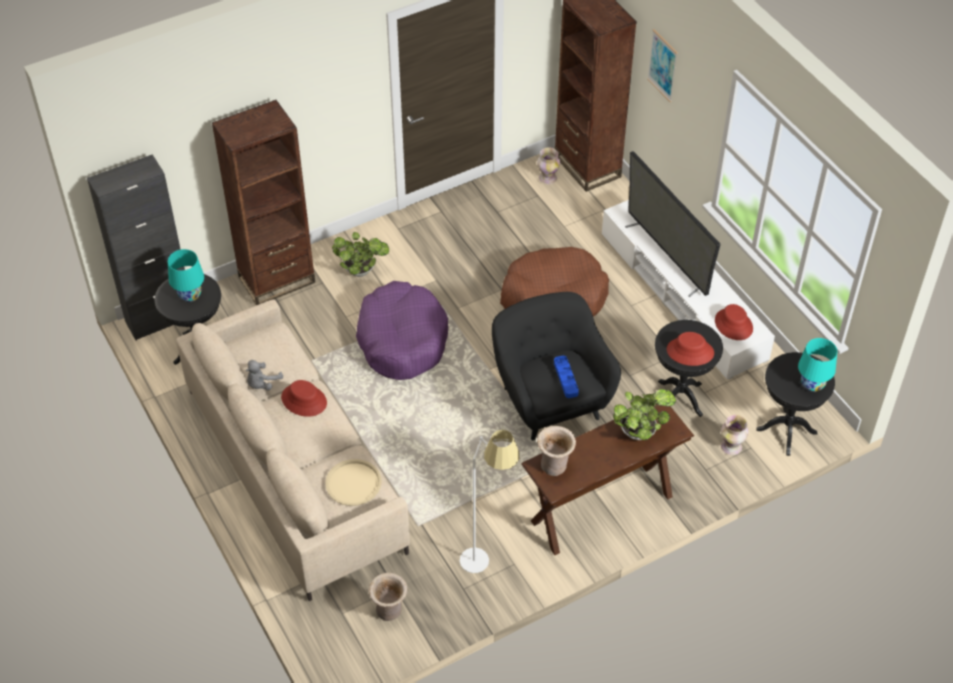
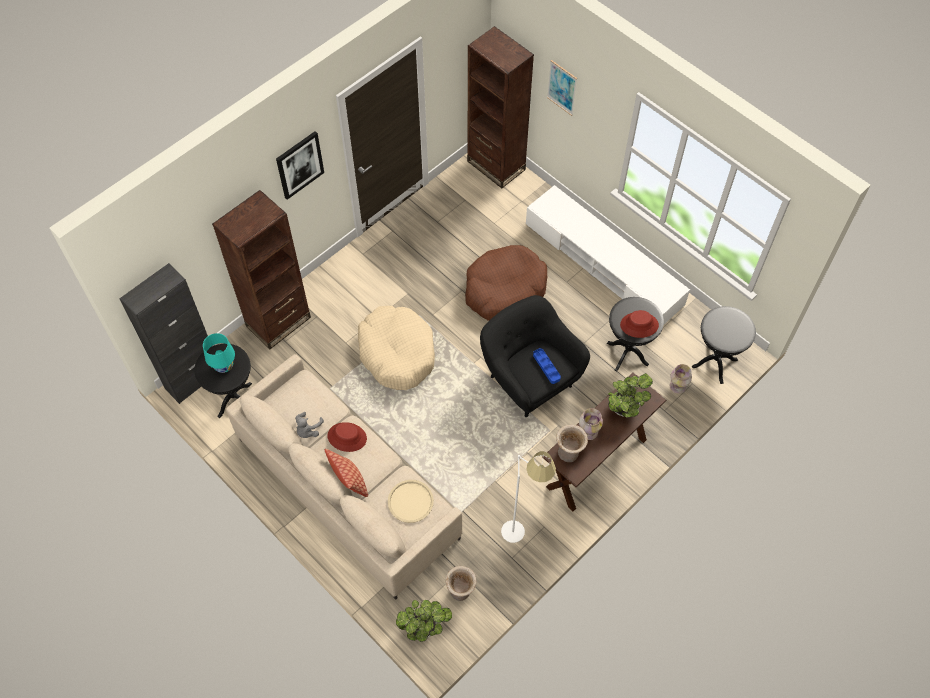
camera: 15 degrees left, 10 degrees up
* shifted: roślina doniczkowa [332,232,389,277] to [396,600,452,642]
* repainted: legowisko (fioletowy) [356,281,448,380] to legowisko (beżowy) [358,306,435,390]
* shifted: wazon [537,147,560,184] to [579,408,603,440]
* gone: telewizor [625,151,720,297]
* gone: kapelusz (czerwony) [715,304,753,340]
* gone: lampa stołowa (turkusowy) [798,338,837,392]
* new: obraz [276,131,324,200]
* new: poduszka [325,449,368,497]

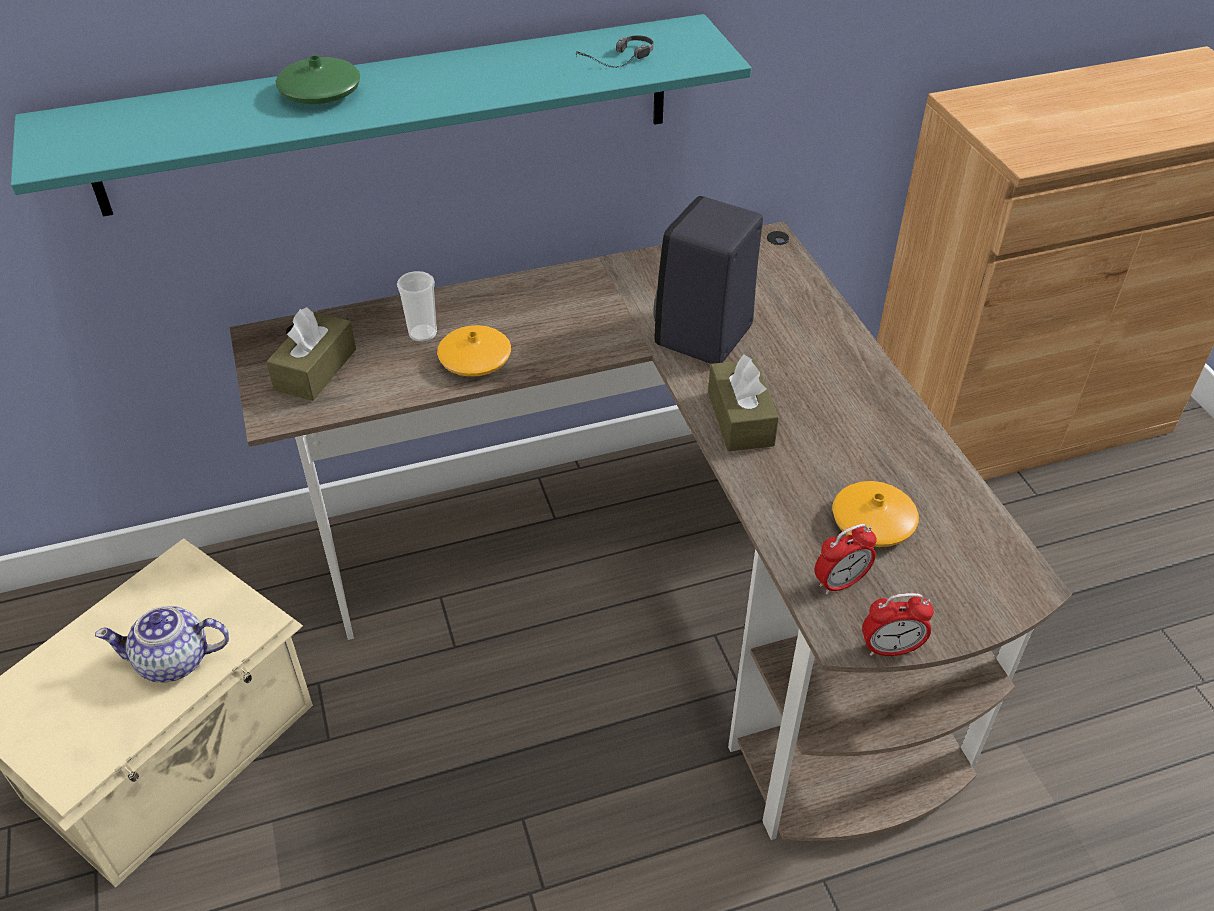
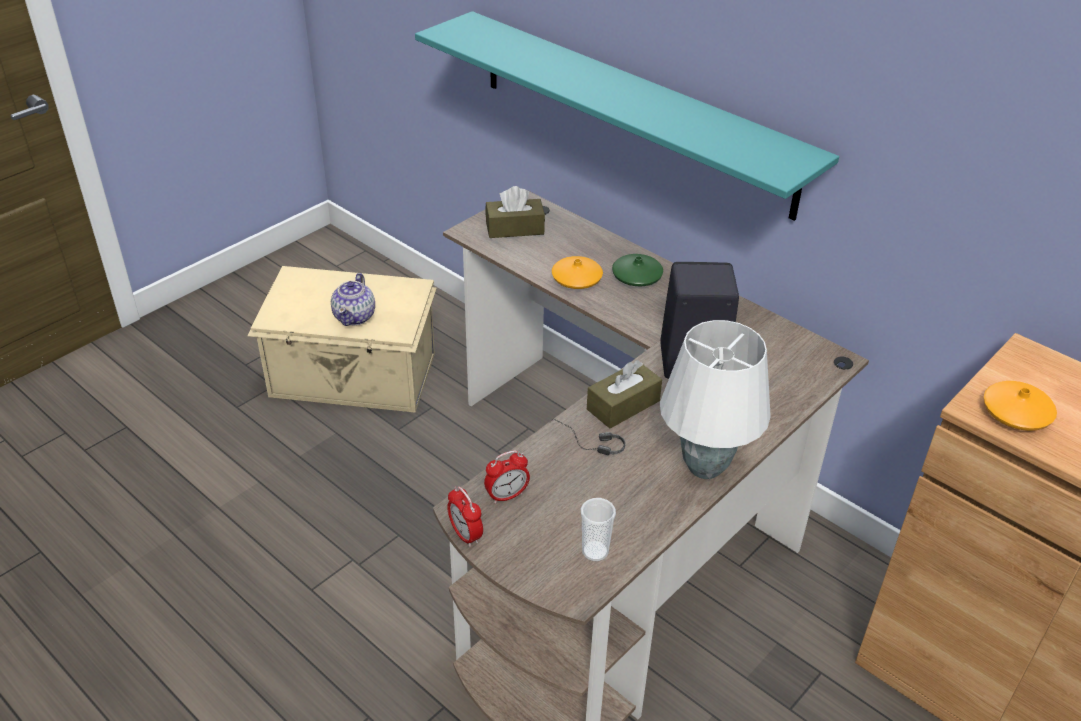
camera: 60 degrees right, 5 degrees down
* rotated: imbryk [95,606,229,683] = [331,273,375,326] 135 degrees counterclockwise
* shifted: wazon (zielony) [275,55,360,104] to [612,254,663,286]
* shifted: filiżanka [397,271,437,342] to [581,498,616,561]
* shifted: słuchawki [576,35,654,68] to [550,419,626,455]
* rotated: budzik [815,524,877,595] = [484,450,530,504] 60 degrees counterclockwise
* shifted: wazon (pomarańczowy) [833,481,919,547] to [984,381,1057,431]
* new: lampa stołowa (biały) [660,320,771,479]

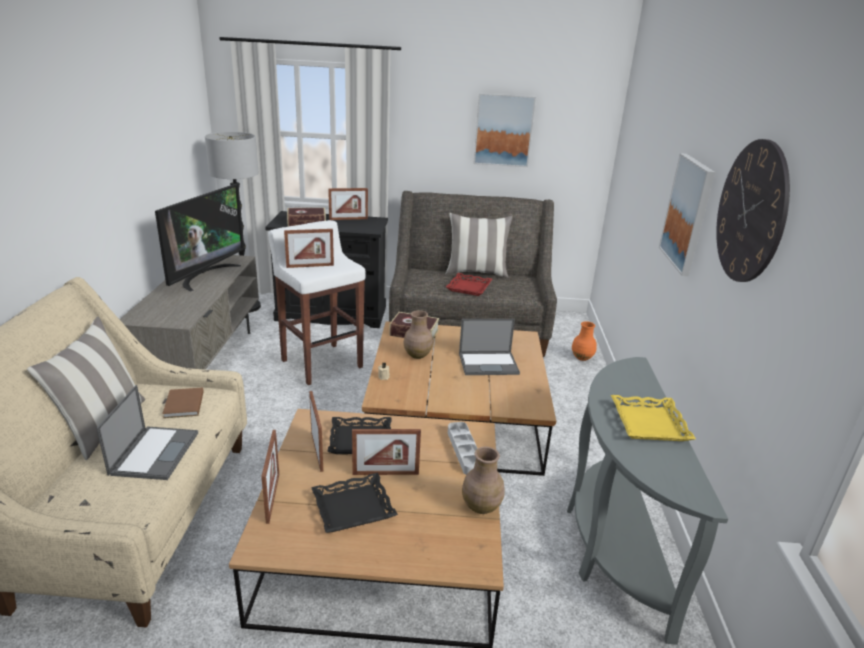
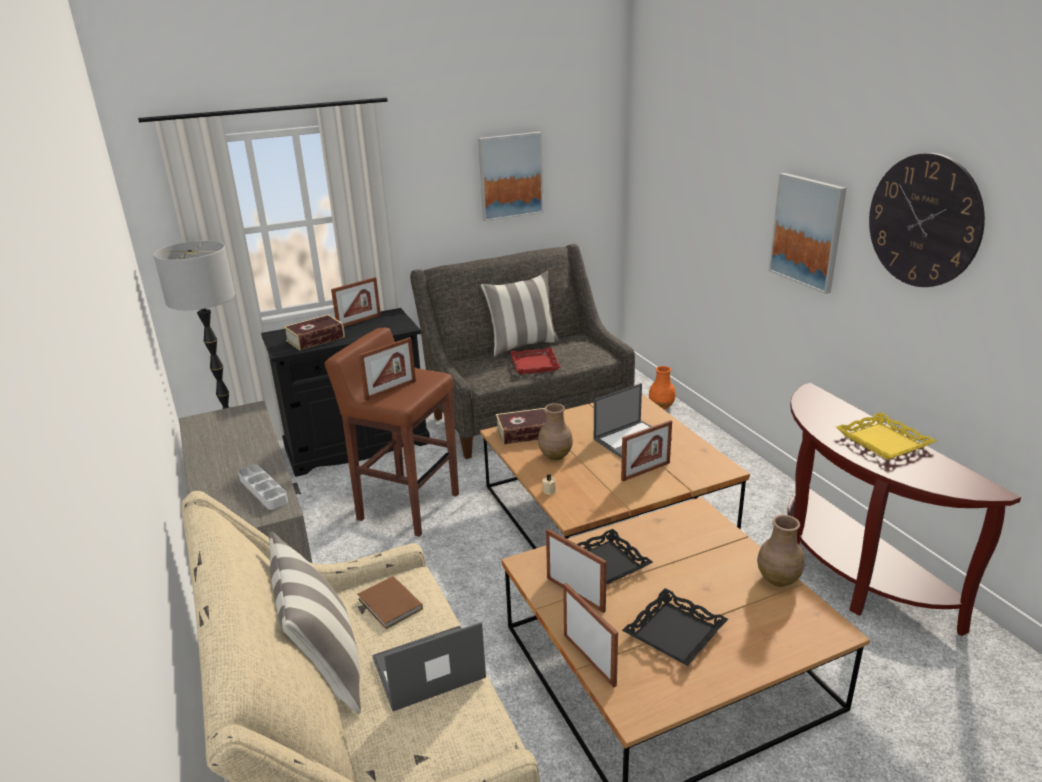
camera: 25 degrees left, 0 degrees up
* rotated: laptop [96,385,198,480] = [372,622,486,711] 90 degrees counterclockwise
* gone: telewizor [155,184,244,292]
* repainted: stołek (biały) [268,220,366,385] to stołek (brązowy) [325,328,459,537]
* shifted: ramka na zdjęcie [352,429,421,475] to [621,420,672,481]
* shifted: taca (szary) [448,422,478,475] to [238,464,288,510]
* repainted: stolik konsolowy (szary) [567,357,728,645] to stolik konsolowy (brązowy) [787,383,1021,636]

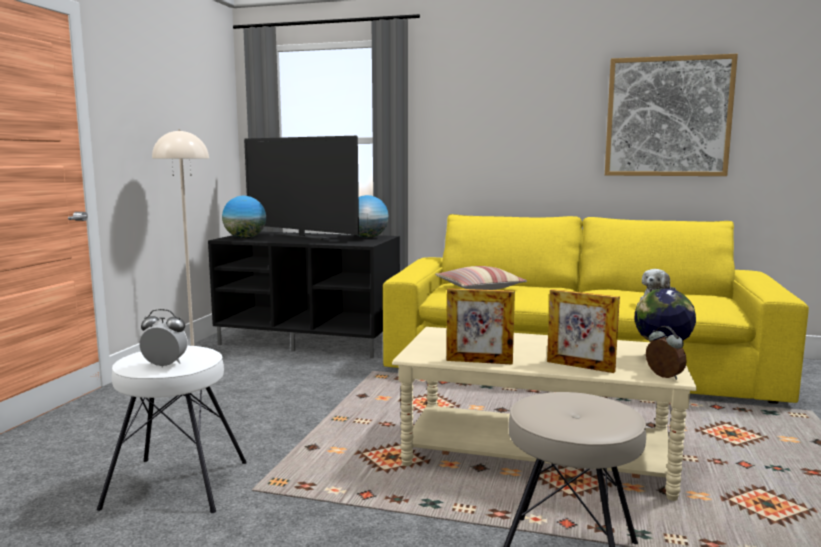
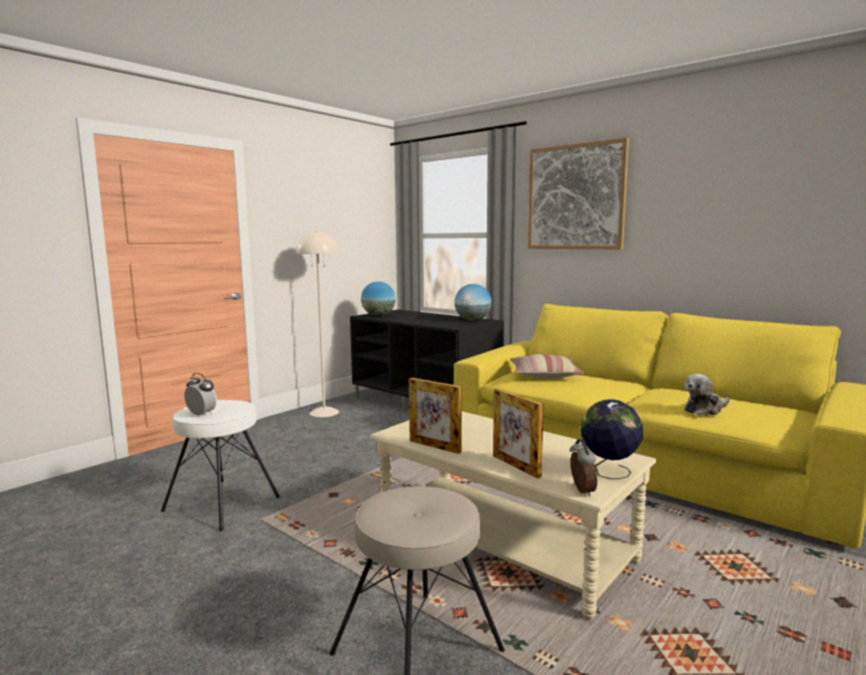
camera: 25 degrees right, 0 degrees up
* gone: telewizor [244,136,359,240]
* shifted: obraz [605,54,738,176] to [528,137,629,249]

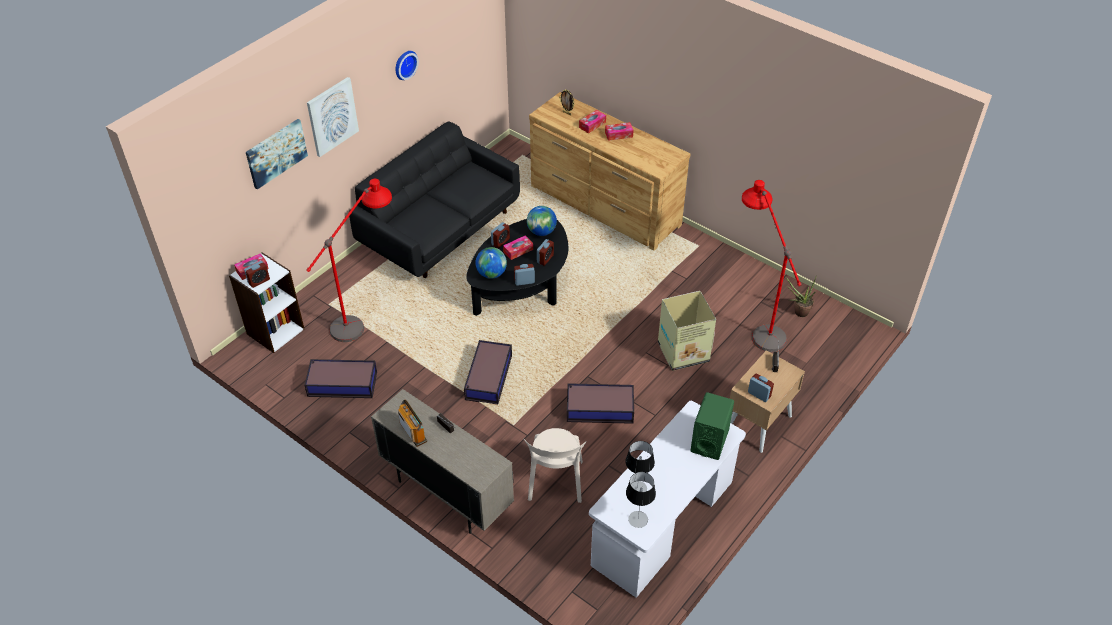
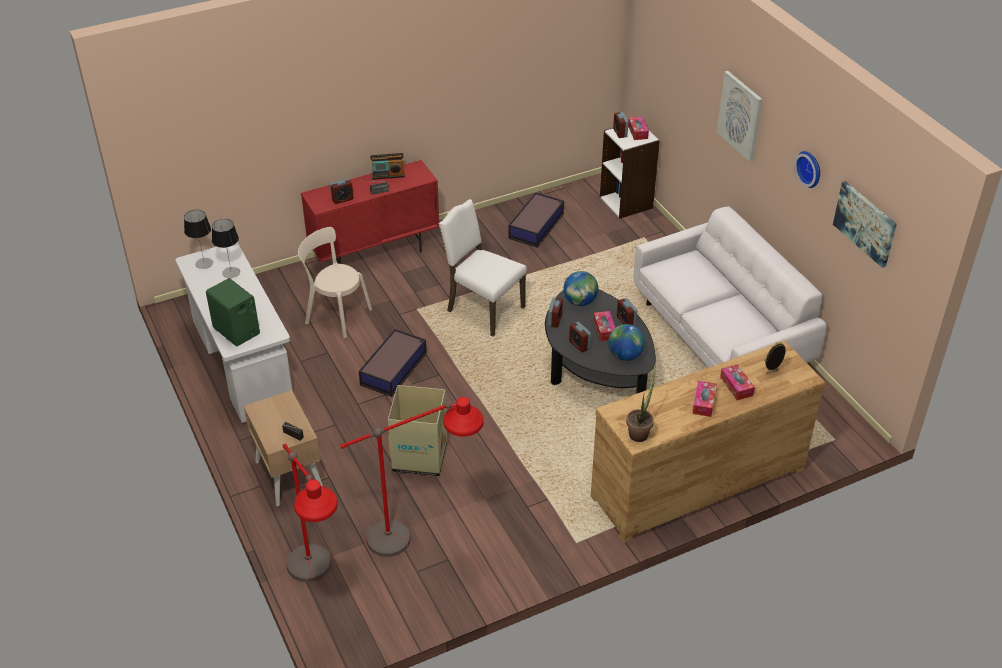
camera: 115 degrees right, 5 degrees down
* shifted: obraz [246,119,308,189] to [833,181,897,268]
* shifted: lampa stojąca (czerwony) [306,179,392,342] to [283,444,338,582]
* repainted: kanapa (czarny) [349,121,520,278] to kanapa (biały) [634,206,827,368]
* repainted: szafka (beżowy) [371,389,514,534] to szafka (czerwony) [301,160,439,264]
* swapped: pojemnik do przechowywania [464,340,512,404] to krzesło (biały) [438,199,527,337]
* shifted: budzik [748,373,774,402] to [330,178,353,204]
* shifted: roślina doniczkowa [786,277,816,317] to [626,365,655,442]

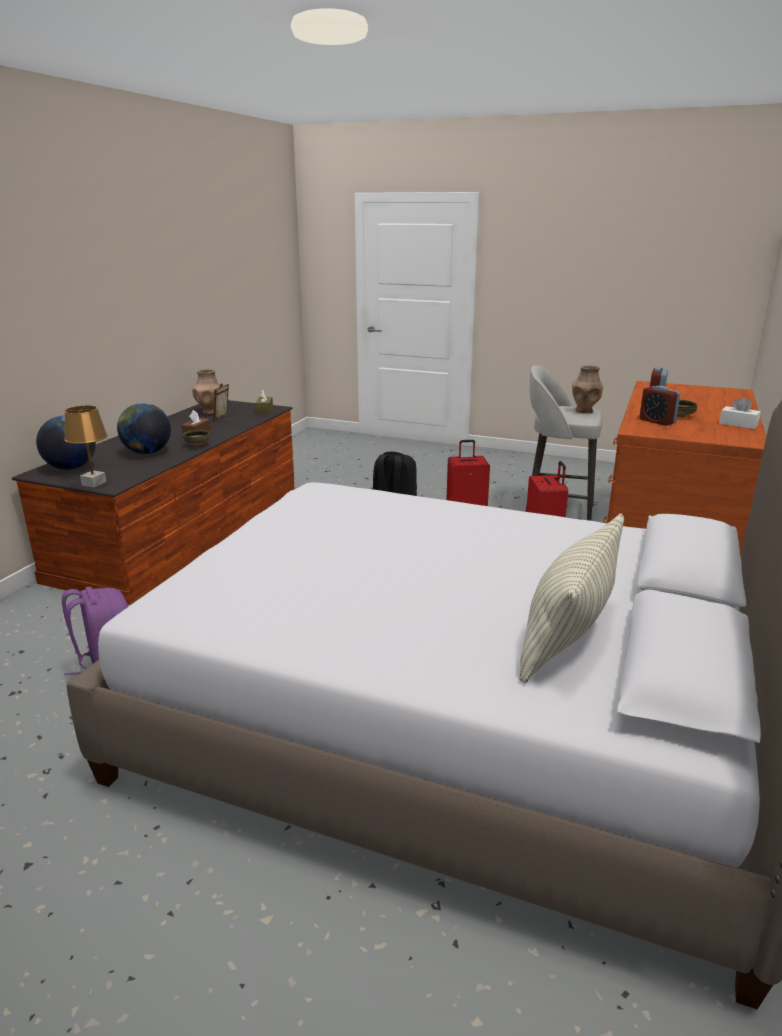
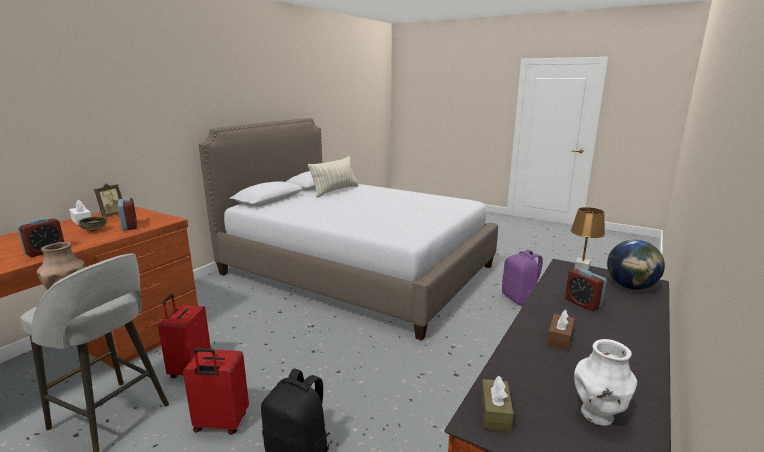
camera: 170 degrees left, 5 degrees down
* swapped: globus [117,403,171,454] to budzik [565,268,607,311]
* gone: miska [183,430,210,447]
* repainted: wazon (brązowy) [192,369,220,415] to wazon (biały) [574,339,637,426]
* shifted: ramka na zdjęcie [213,383,235,421] to [94,183,122,218]

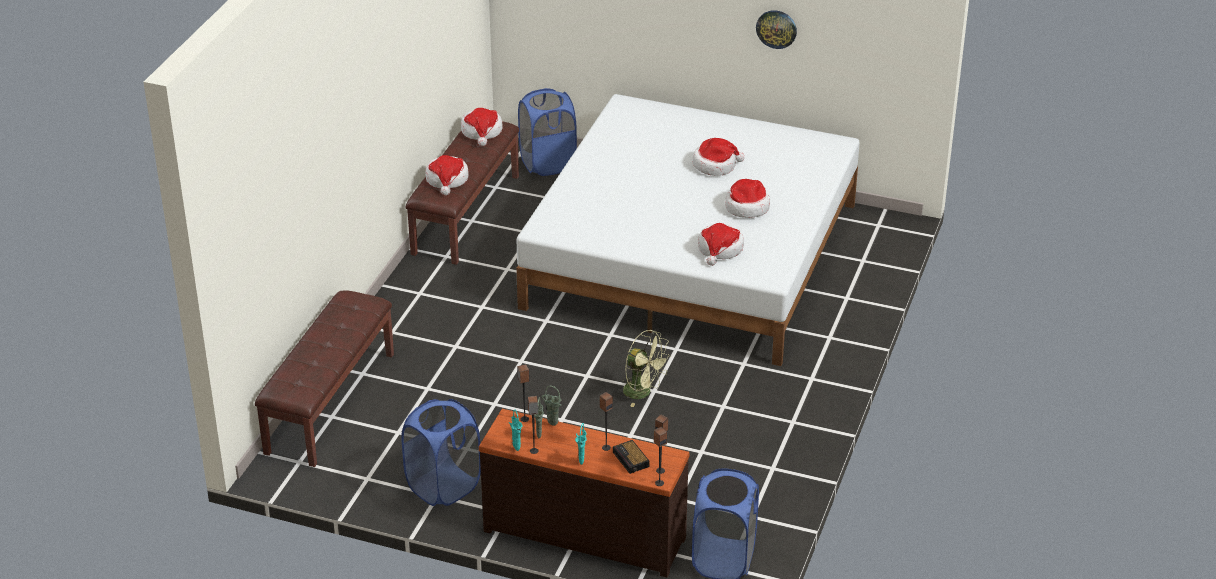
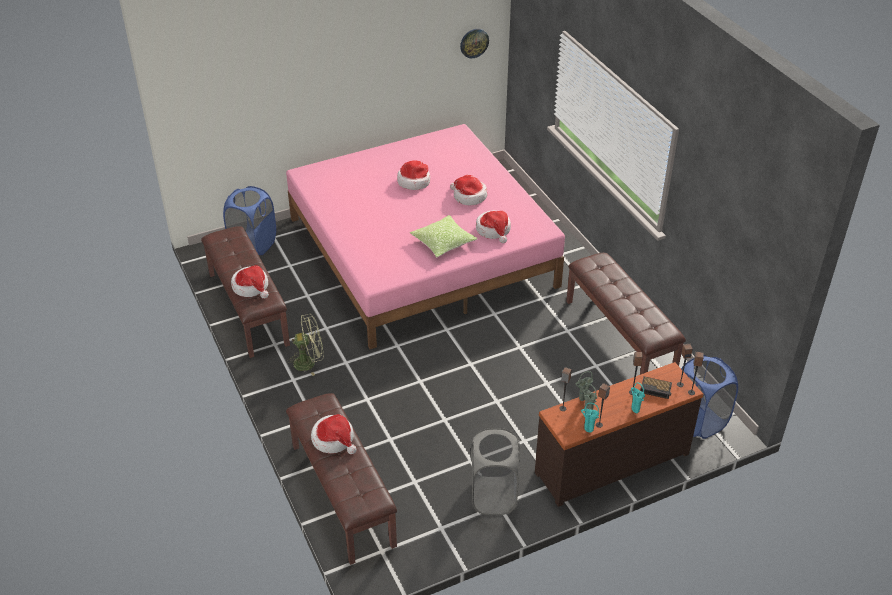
camera: 45 degrees left, 5 degrees up
* repainted: kosz na pranie (niebieski) [402,399,481,506] to kosz na pranie (szary) [471,428,520,515]
* shifted: kapelusz [461,108,503,146] to [311,414,357,454]
* repainted: łóżko (biały) [516,94,860,366] to łóżko (różowy) [286,124,565,349]
* shifted: wentylator (zielony) [622,330,671,407] to [288,314,323,376]
* shifted: zegar ścienny [756,10,797,49] to [460,29,489,58]
* new: poduszka [410,215,477,258]
* new: ławka (brązowy) [566,253,686,375]

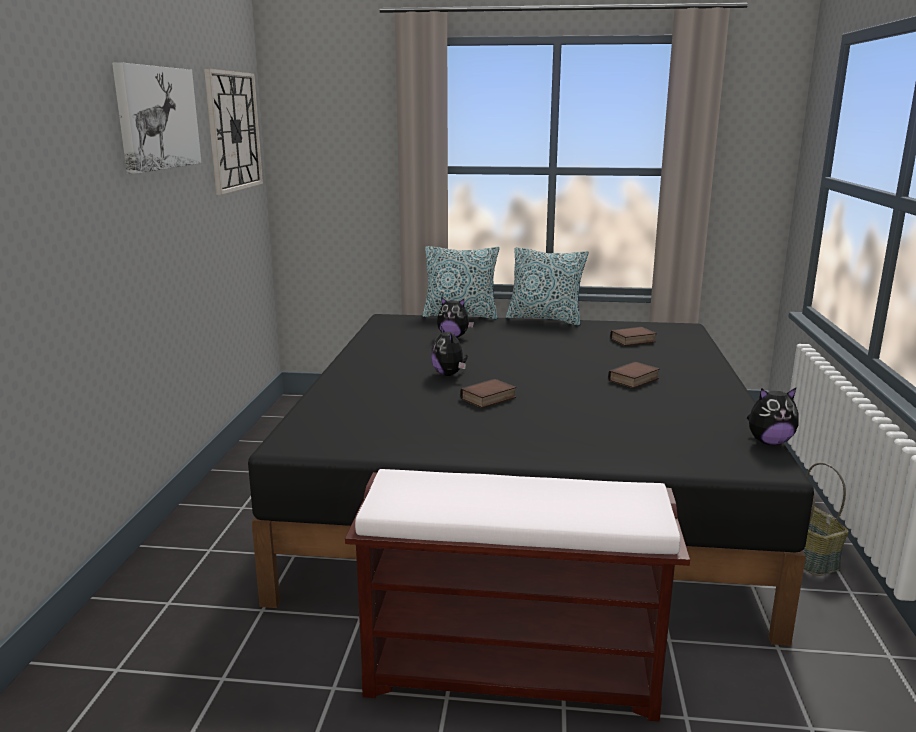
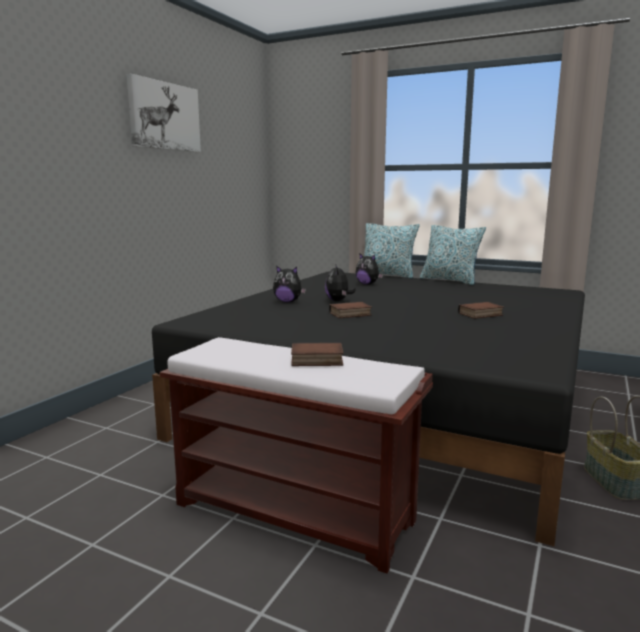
camera: 20 degrees right, 5 degrees down
* gone: zegar ścienny [204,68,263,195]
* shifted: książka [610,327,657,346] to [291,343,344,366]
* shifted: pluszak [747,387,799,445] to [273,266,306,302]

